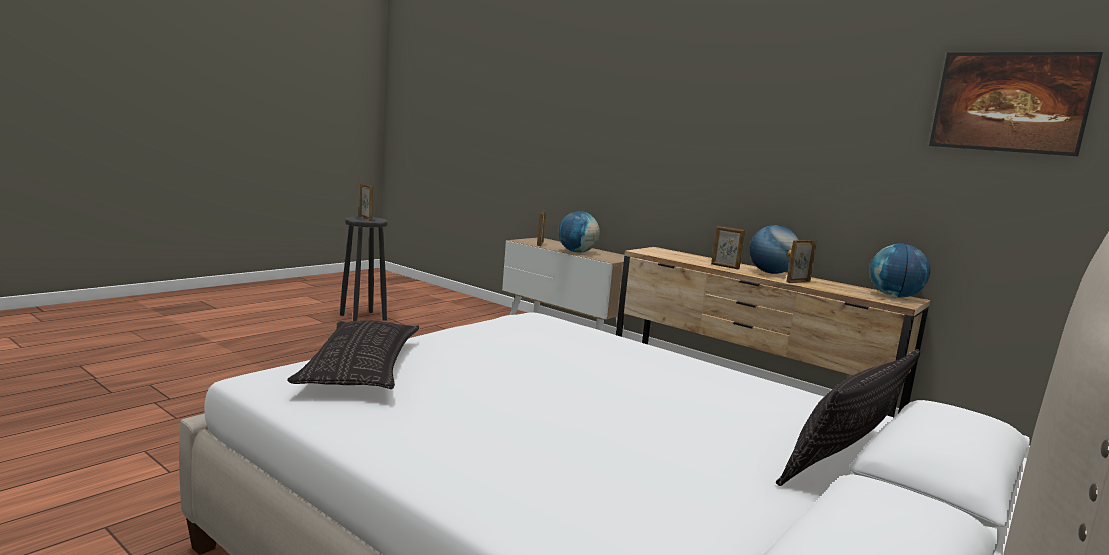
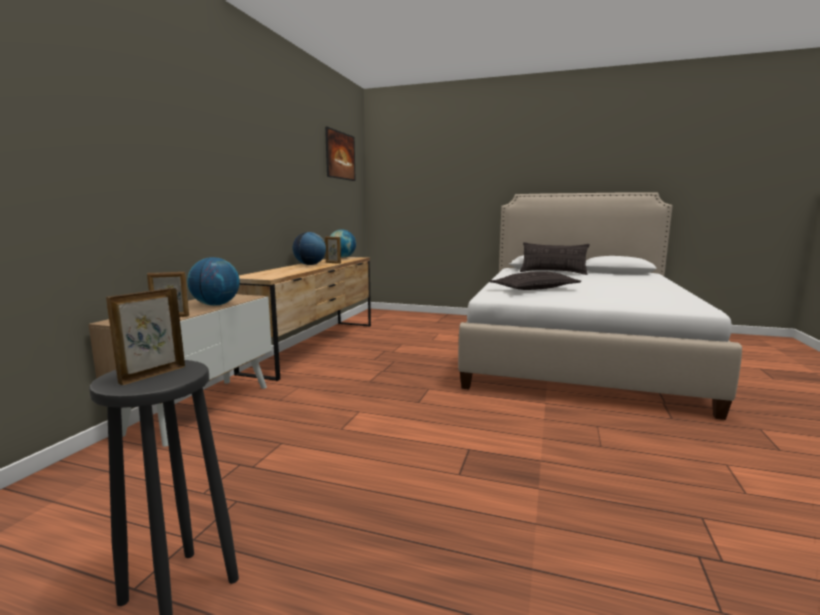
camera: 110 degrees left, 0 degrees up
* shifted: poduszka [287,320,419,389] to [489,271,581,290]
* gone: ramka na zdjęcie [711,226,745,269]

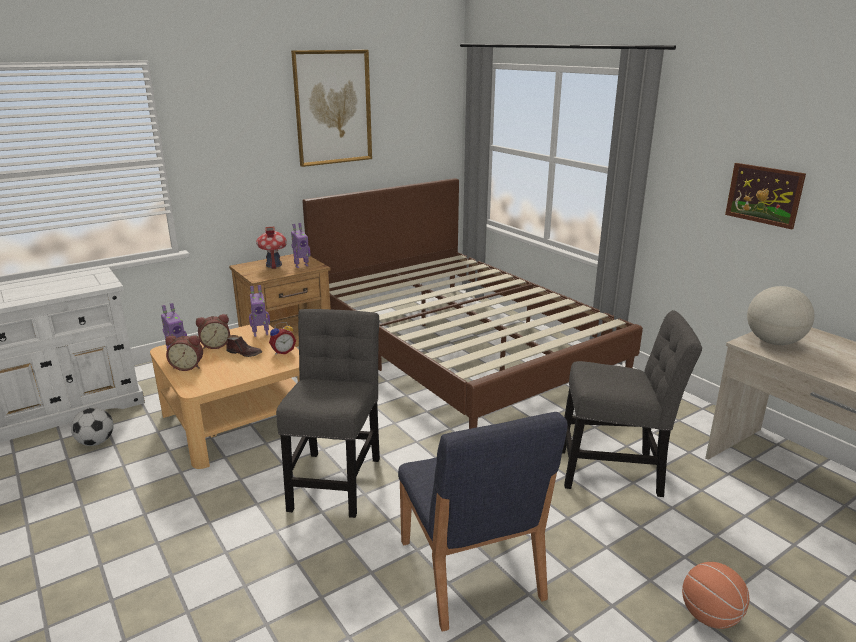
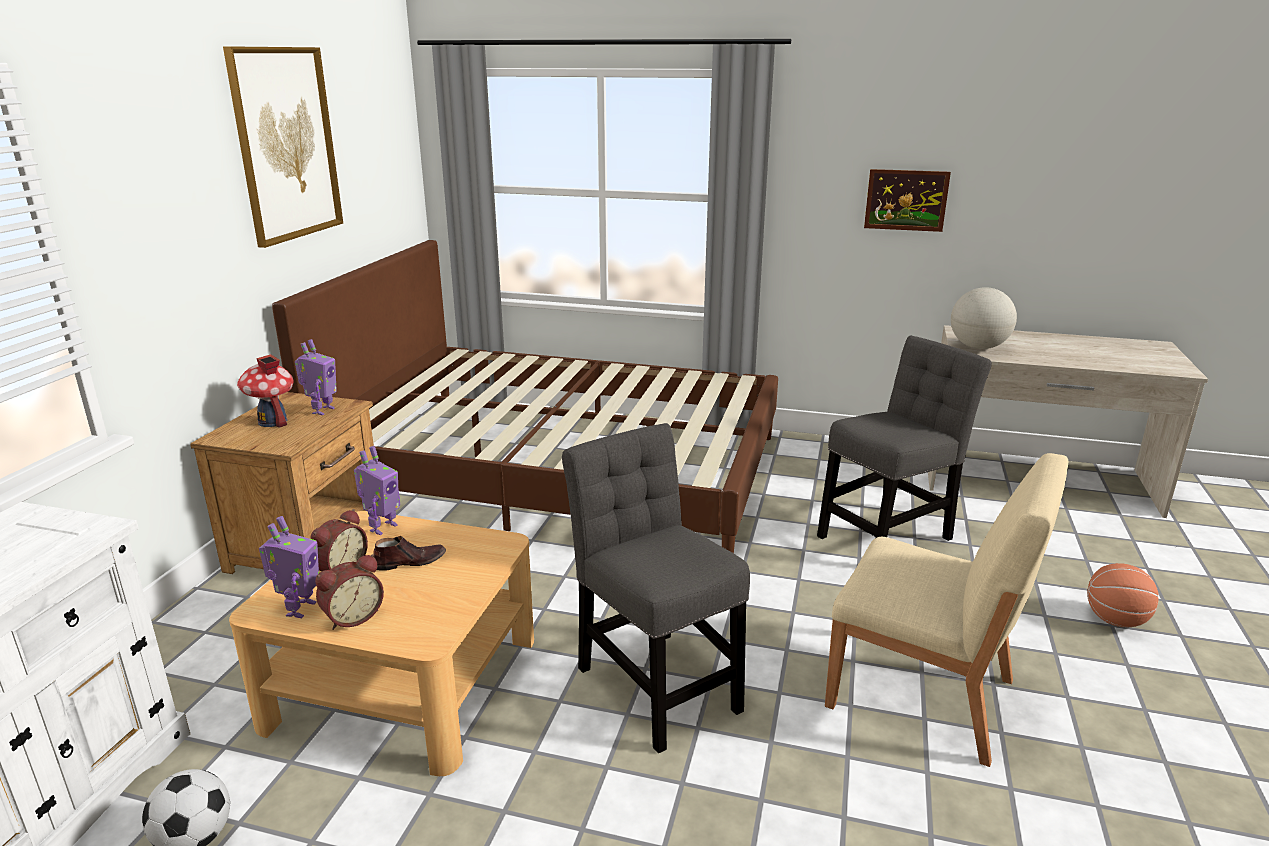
camera: 40 degrees left, 0 degrees up
* gone: budzik [269,322,296,355]
* repainted: krzesło (niebieski) [398,412,568,632] to krzesło (beżowy) [825,453,1068,767]

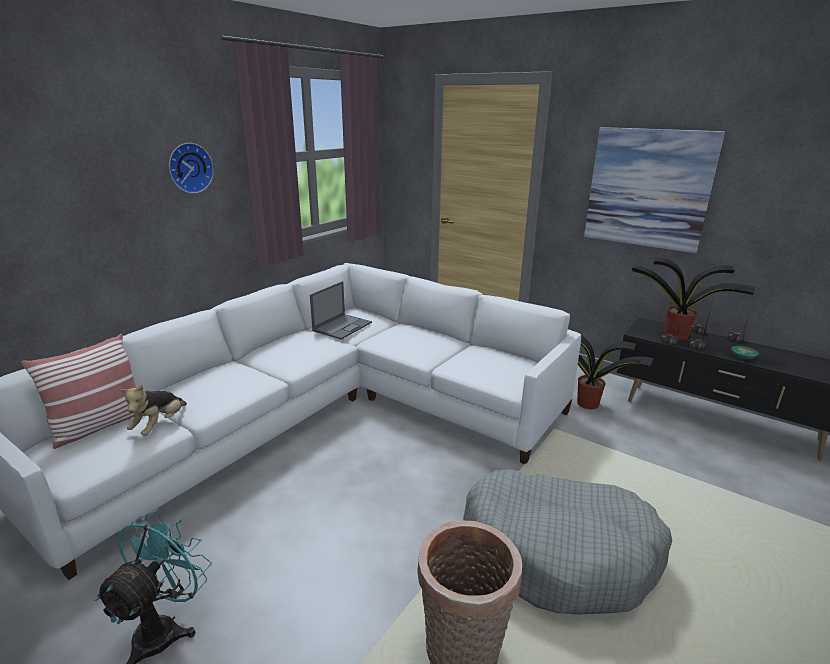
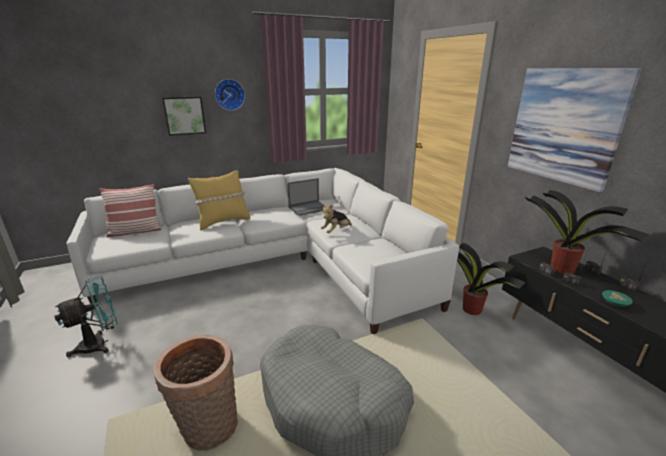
camera: 30 degrees right, 0 degrees up
* shifted: pluszak [120,385,187,436] to [321,205,352,233]
* new: obraz [162,96,206,136]
* new: poduszka (żółty) [188,170,250,231]

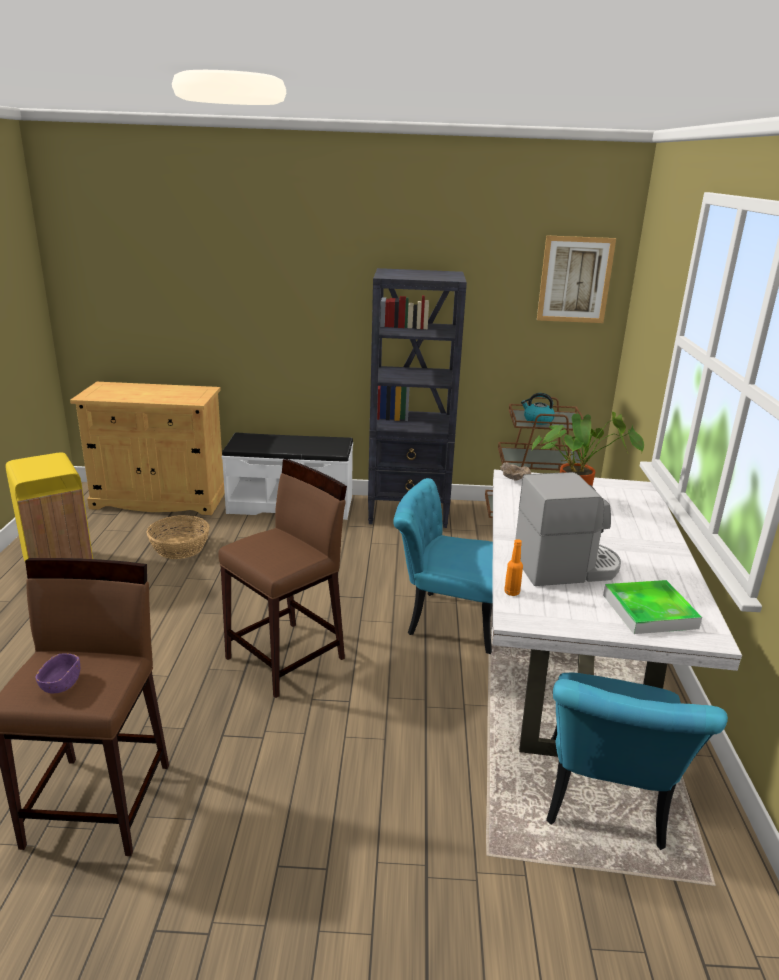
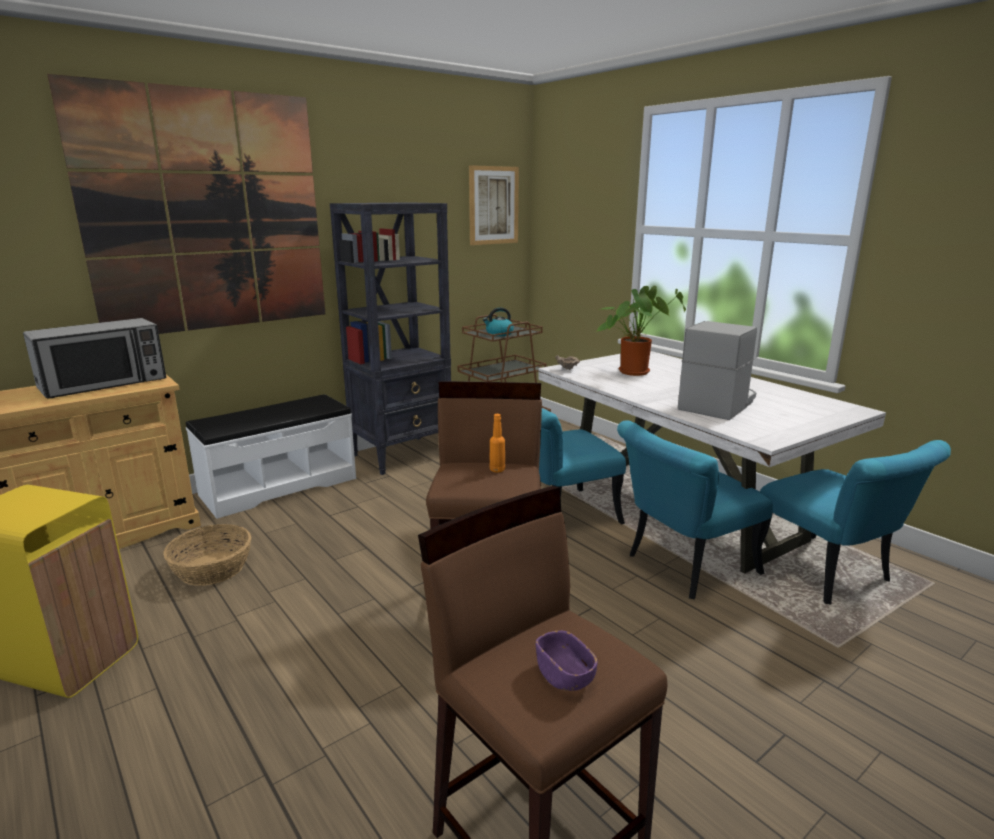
camera: 40 degrees left, 5 degrees down
* shifted: butelka (pomarańczowy) [504,539,523,596] to [490,414,505,472]
* gone: taca [603,580,702,634]
* new: mikrofalówka [23,318,166,399]
* new: obraz [47,74,325,334]
* new: krzesło (turkusowy) [617,420,773,599]

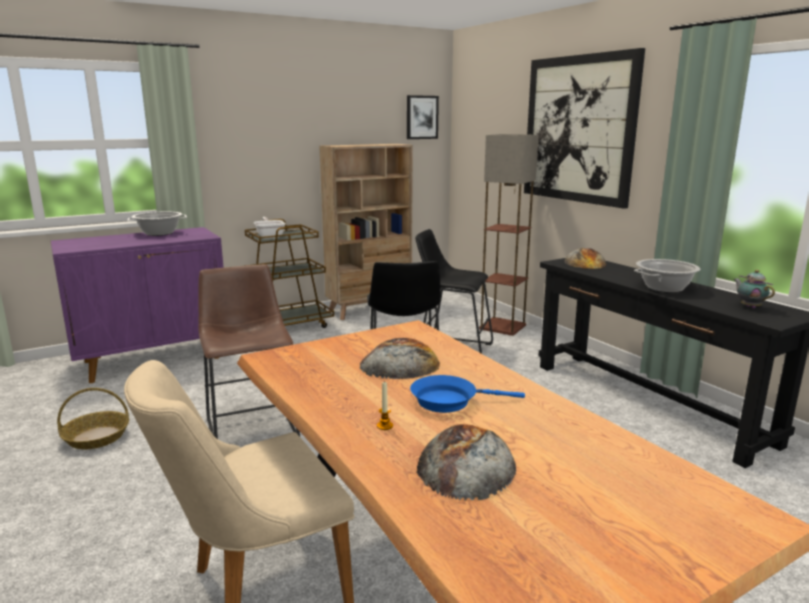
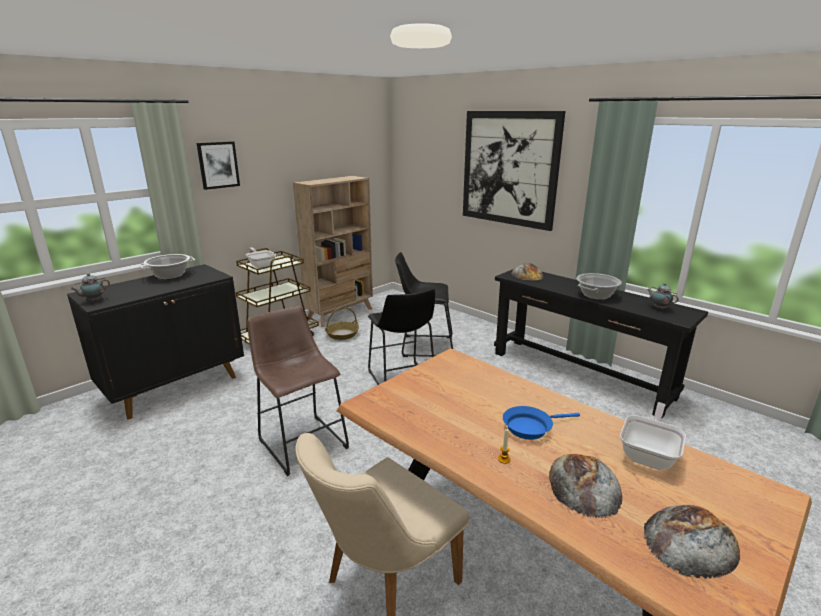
camera: 15 degrees left, 5 degrees up
* repainted: szafka (fioletowy) [50,227,224,383] to szafka (czarny) [67,264,244,419]
* shifted: koszyk [57,388,129,449] to [325,307,359,340]
* shifted: chleb [359,338,440,379] to [644,505,740,579]
* shifted: obraz [407,95,439,139] to [196,141,240,190]
* gone: lampa stojąca [479,134,539,336]
* new: imbryk [70,273,110,302]
* new: patelnia [620,402,686,470]

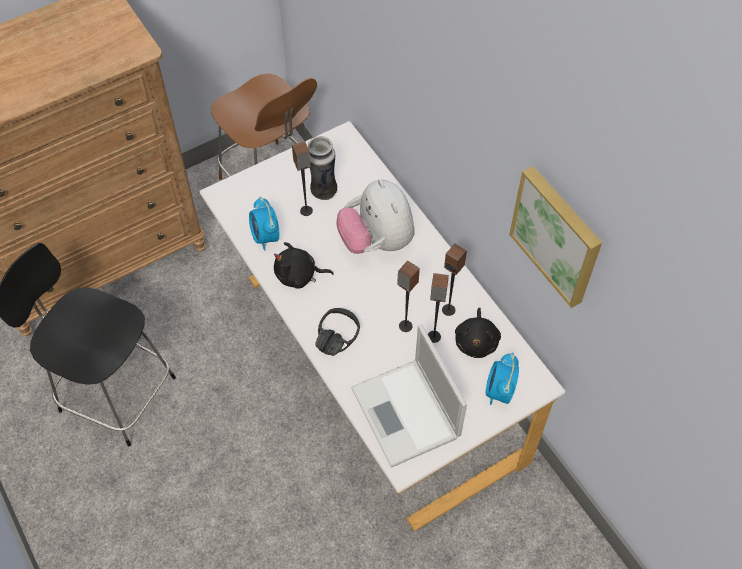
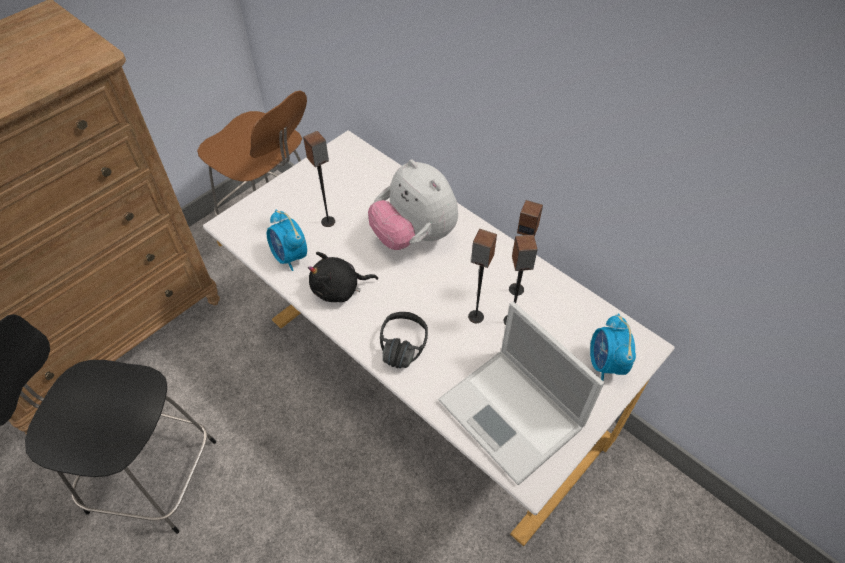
camera: 15 degrees left, 5 degrees down
* gone: wazon [308,136,337,200]
* gone: pluszak (czarny) [455,308,501,358]
* gone: obraz [509,166,602,308]

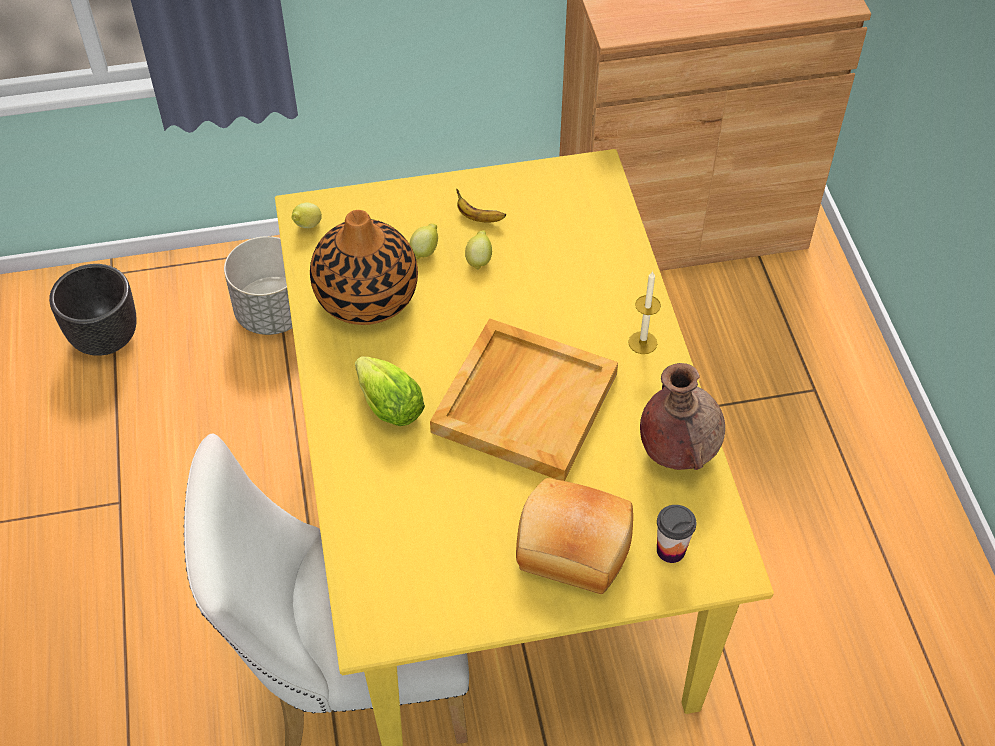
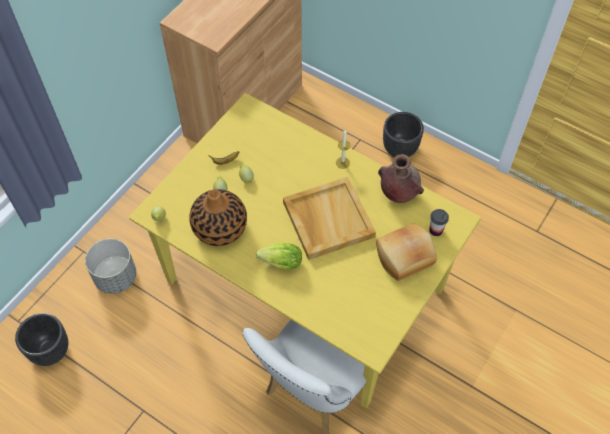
camera: 45 degrees left, 5 degrees up
* new: donica (czarny) [383,112,424,157]

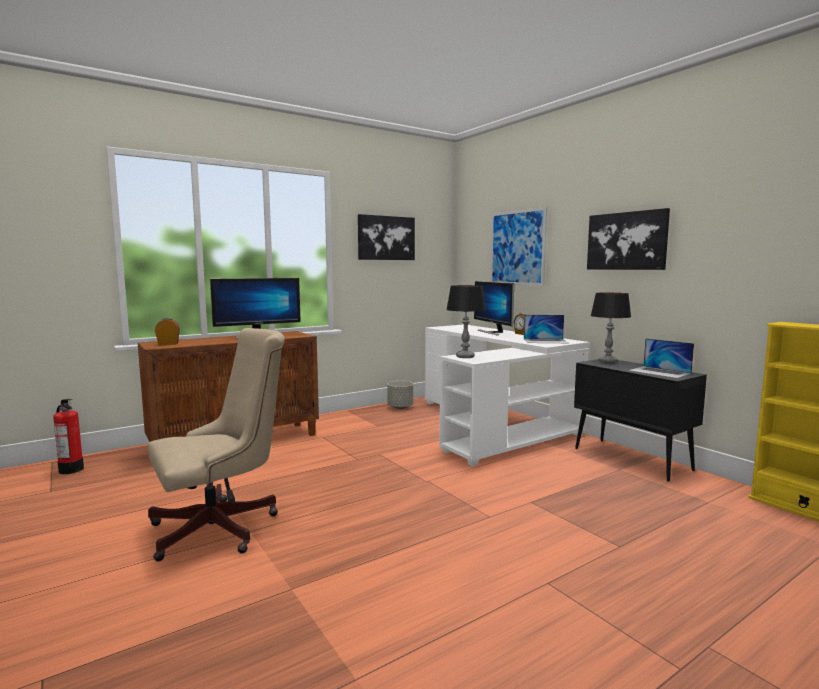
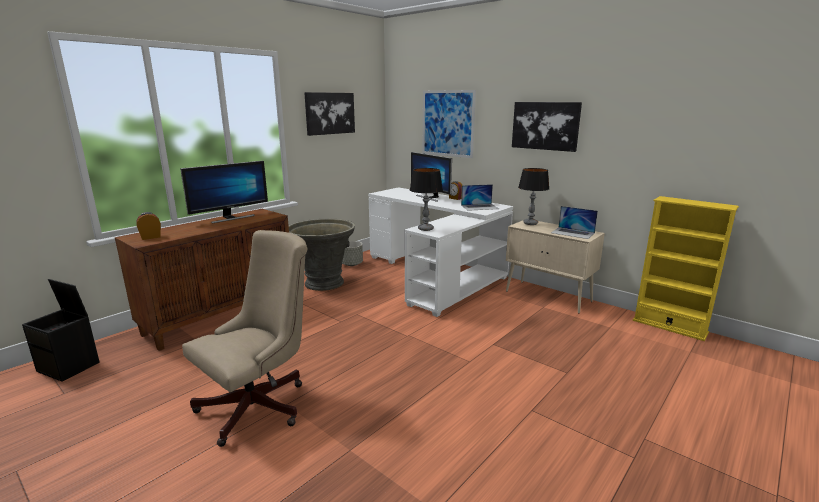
camera: 15 degrees left, 10 degrees up
* swapped: gaśnica [53,399,84,474] to pojemnik do przechowywania (czarny) [22,279,100,382]
* repainted: szafka (czarny) [574,359,707,482] to szafka (beżowy) [506,220,605,313]
* new: donica (szary) [289,219,355,291]

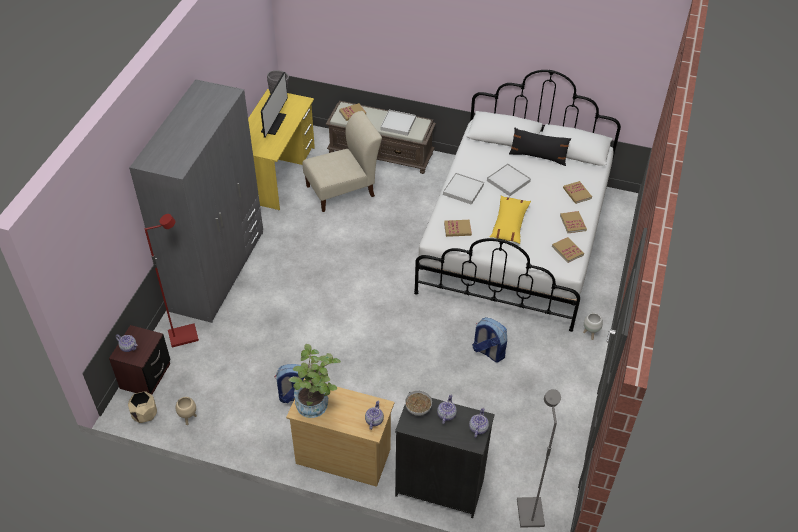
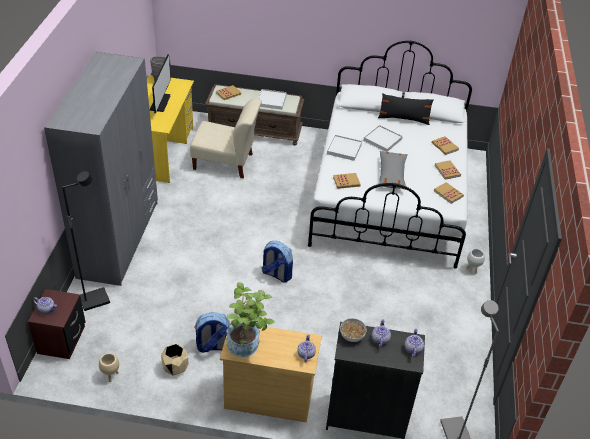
camera: 10 degrees left, 5 degrees down
* shifted: donica (beżowy) [128,391,157,423] to [161,344,189,376]
* repainted: lampa stojąca (czerwony) [145,214,199,347] to lampa stojąca (czarny) [62,171,110,311]
* rotated: krzesło (beżowy) [303,111,382,212] = [190,98,262,178] 45 degrees clockwise
* shifted: plecak [472,317,507,362] to [261,241,293,283]
* repainted: poduszka (żółty) [490,196,531,244] to poduszka (szary) [379,151,408,190]

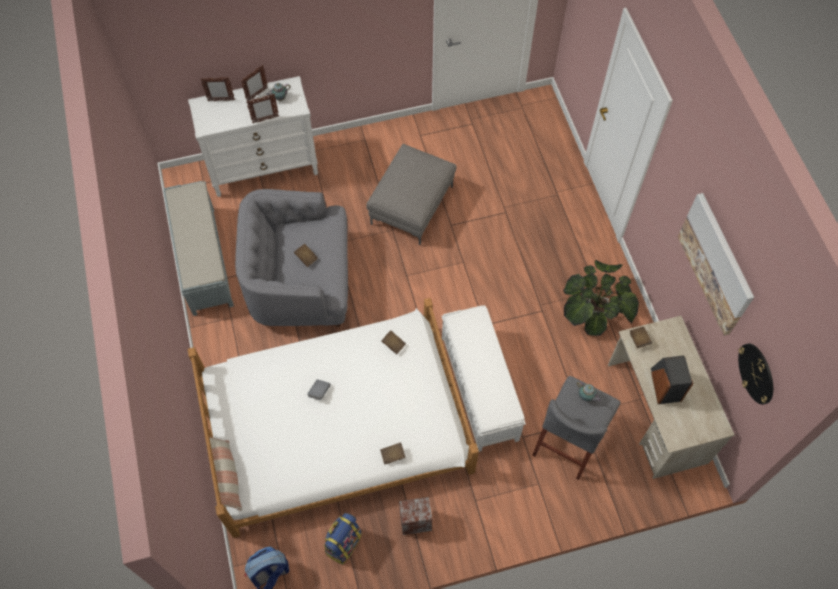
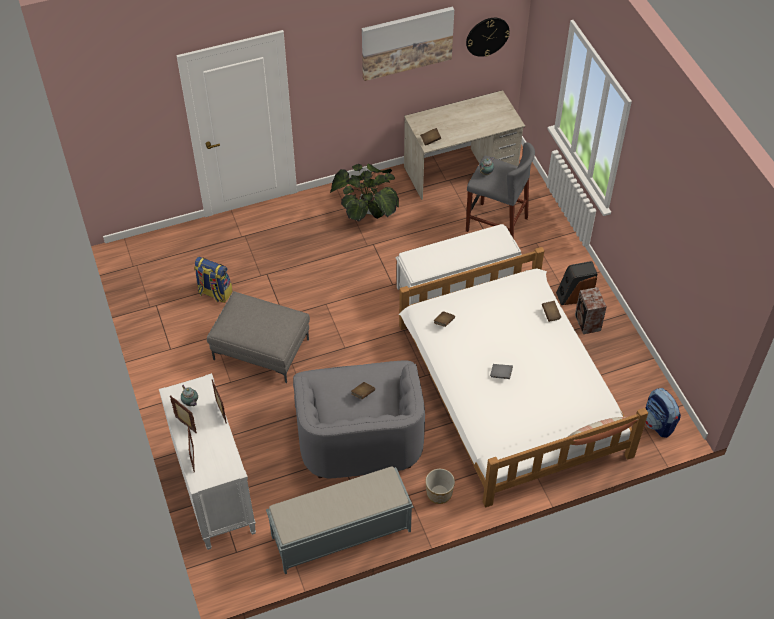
camera: 95 degrees left, 10 degrees down
* shifted: plecak [323,513,362,565] to [194,257,233,303]
* shifted: głośnik [651,356,693,404] to [556,261,597,305]
* new: donica [426,469,455,504]

